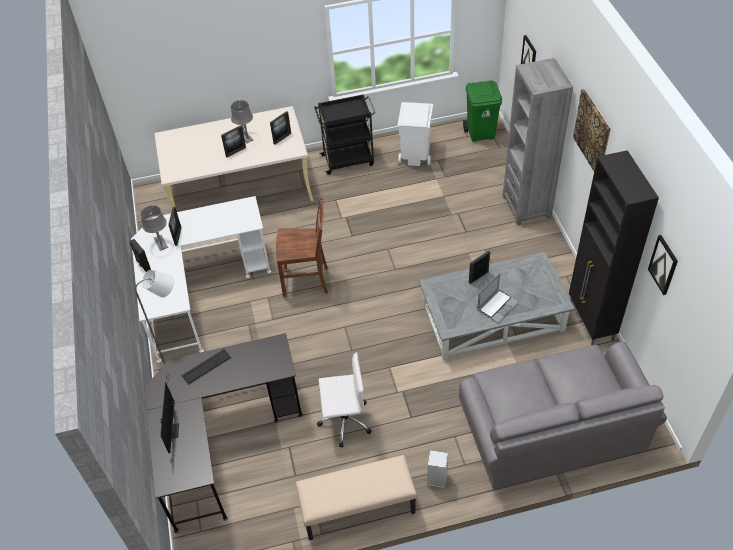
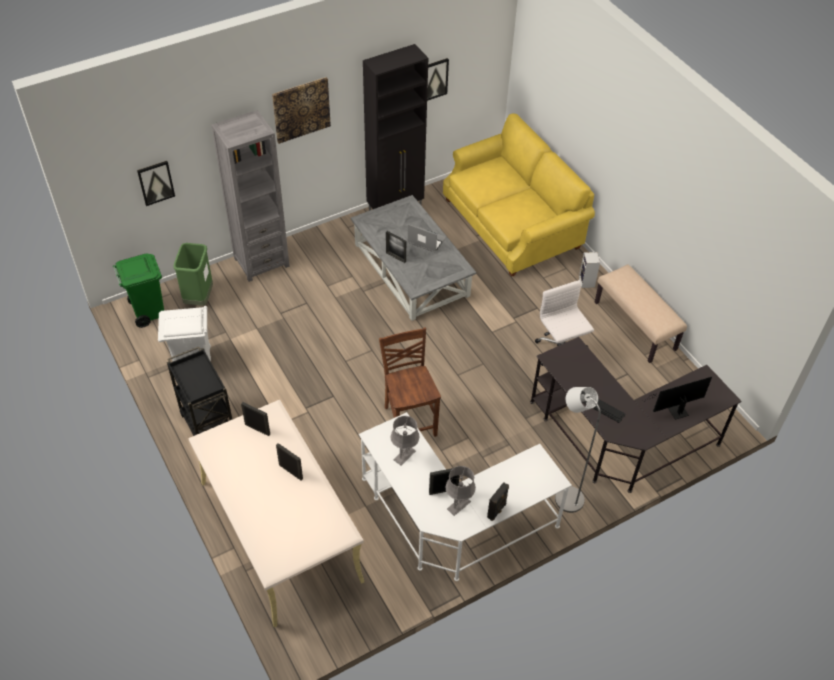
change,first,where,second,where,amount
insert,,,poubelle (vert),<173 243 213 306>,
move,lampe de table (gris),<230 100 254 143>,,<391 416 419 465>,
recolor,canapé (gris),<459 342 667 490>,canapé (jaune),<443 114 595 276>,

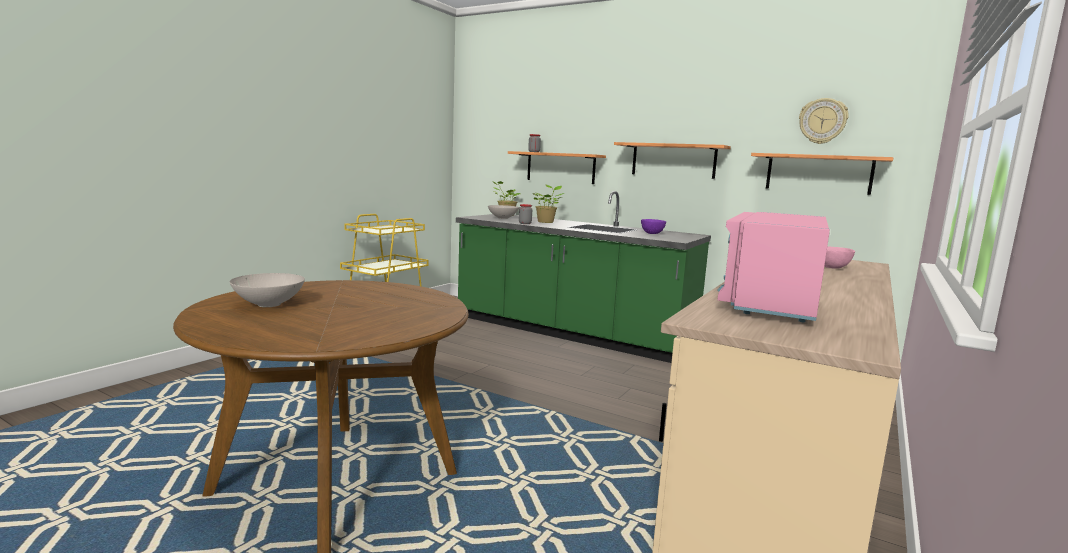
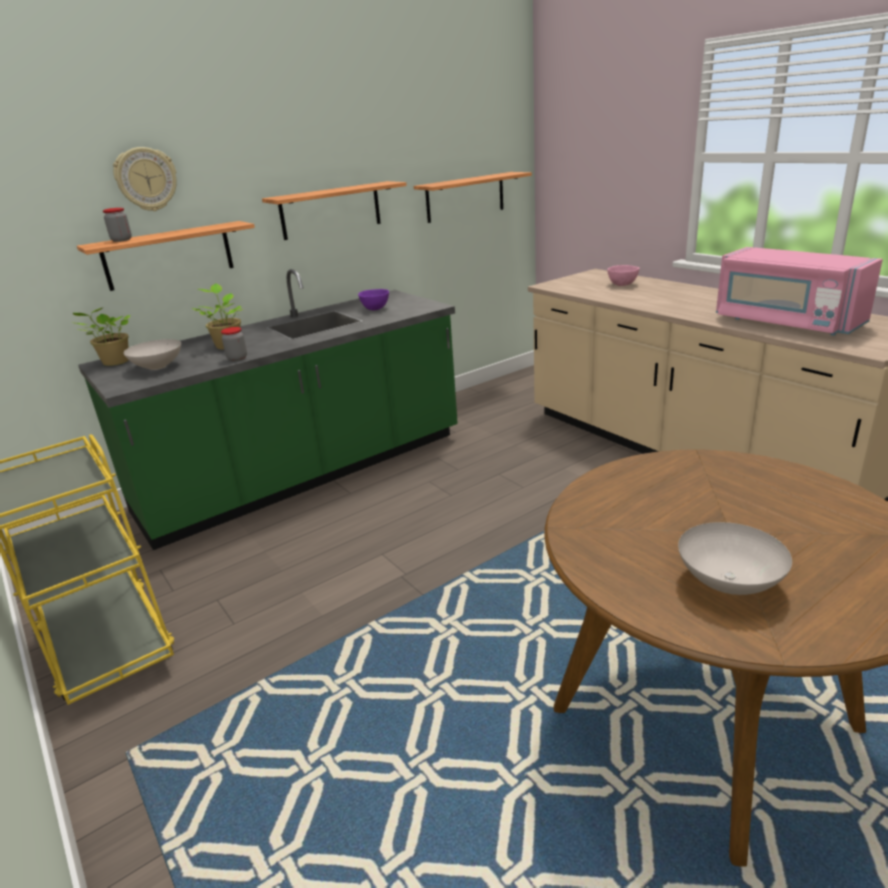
change,first,where,second,where,amount
move,horloge murale,<799 98 849 144>,,<113 147 177 211>,

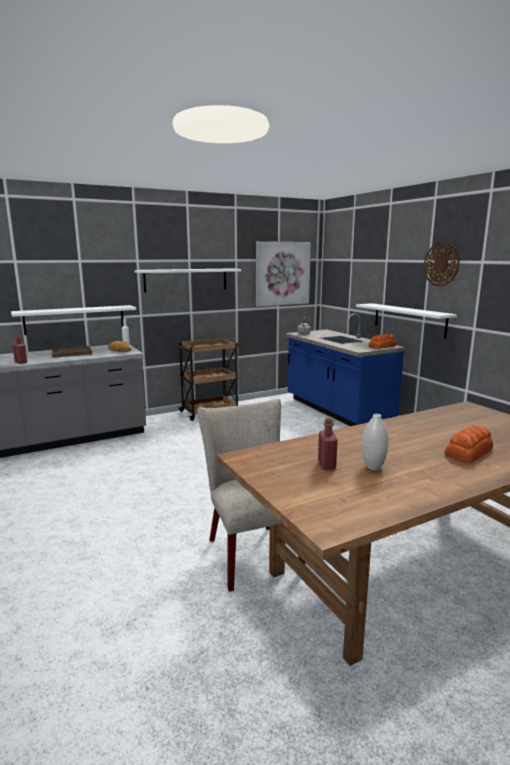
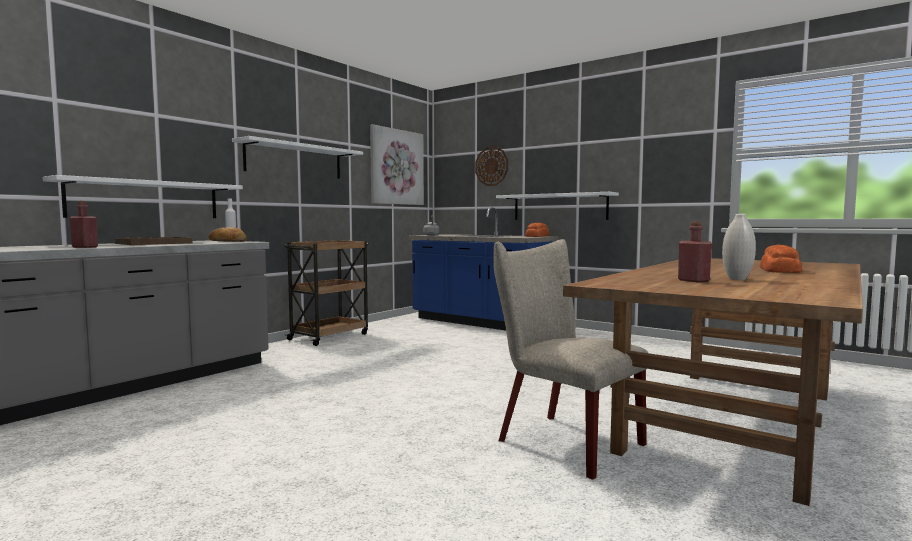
change,first,where,second,where,amount
move,horloge murale,<424 242 460 286>,,<475 146 508 186>,

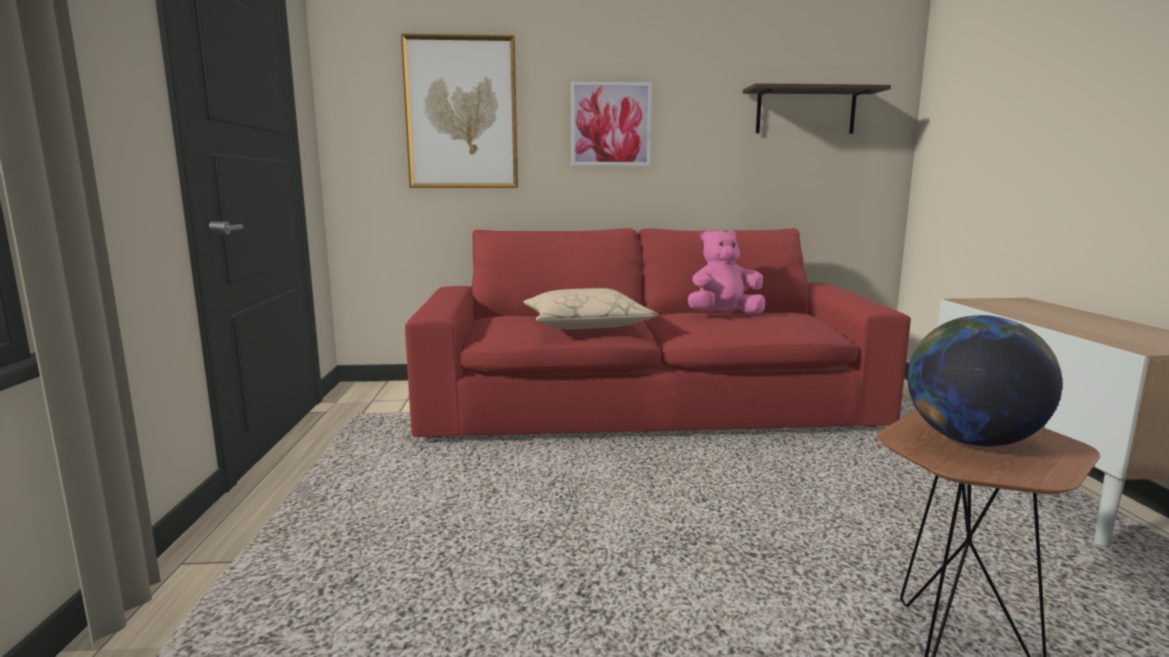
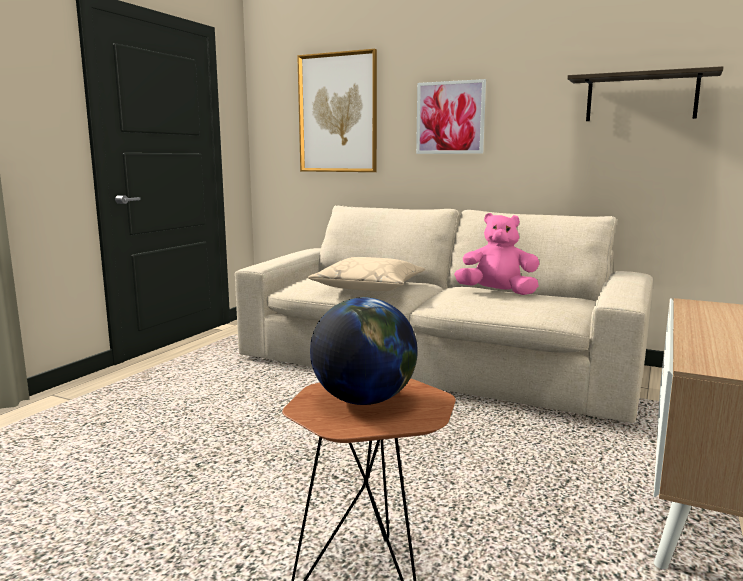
change,first,where,second,where,amount
recolor,canapé (rouge),<405 228 911 437>,canapé (beige),<235 205 653 423>,

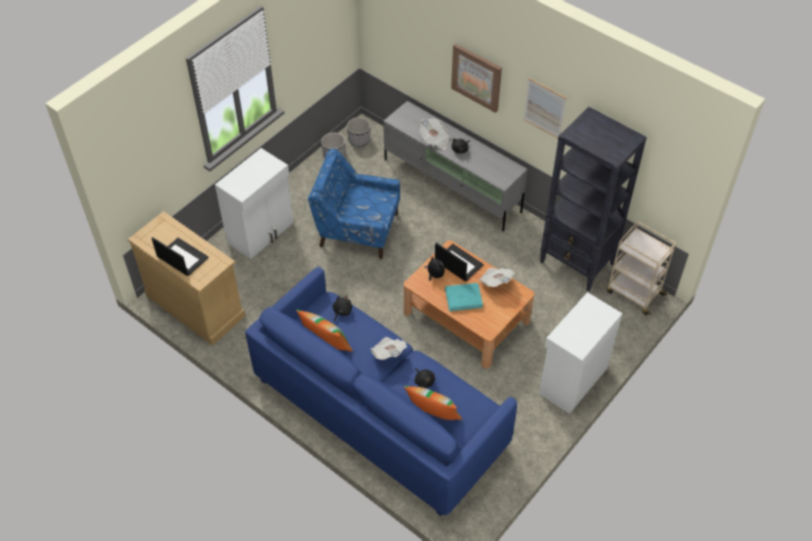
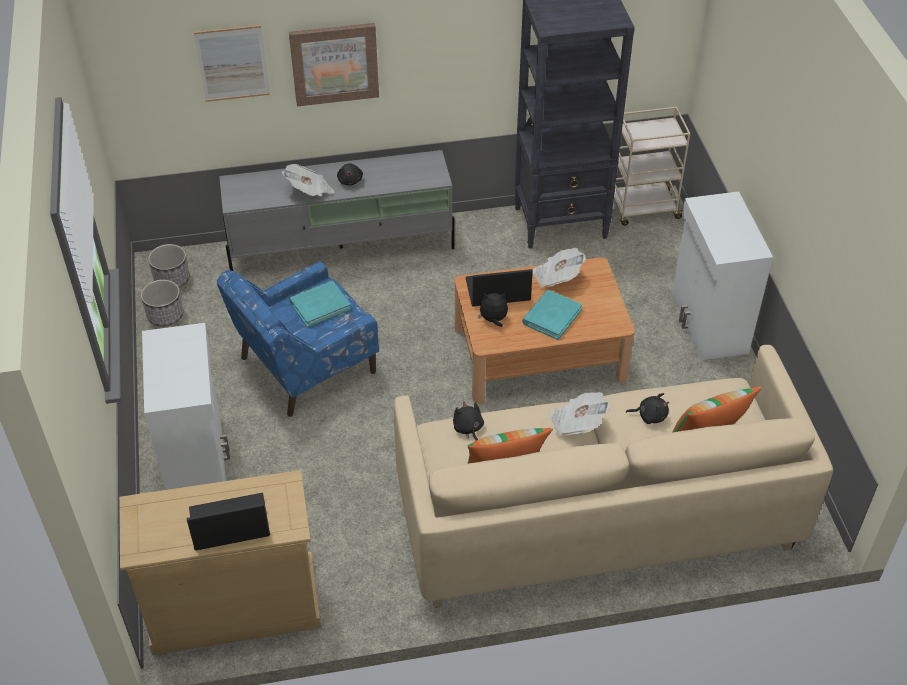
change,first,where,second,where,amount
move,tableau,<524 78 567 138>,,<194 25 270 102>,
insert,,,livre (turquoise),<289 281 351 328>,
recolor,canapé (bleu),<245 267 517 516>,canapé (beige),<394 345 833 608>,

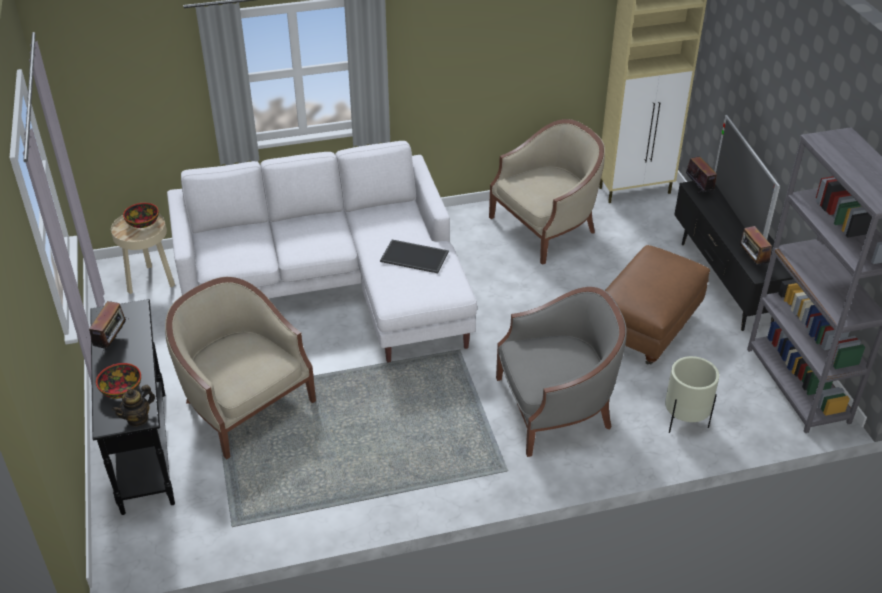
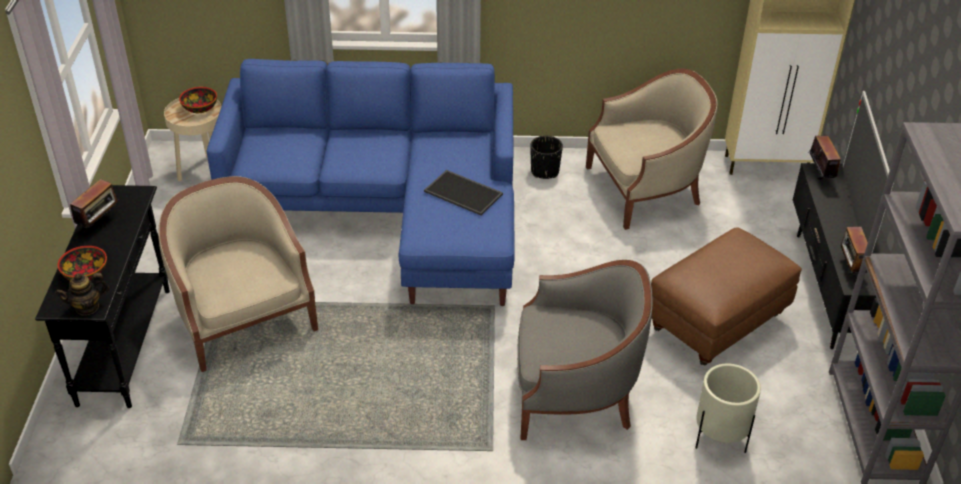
change,first,where,second,where,amount
recolor,canapé (blanc),<167 141 477 363>,canapé (bleu),<206 59 515 306>,
insert,,,cache-pot (noir),<530 136 563 179>,

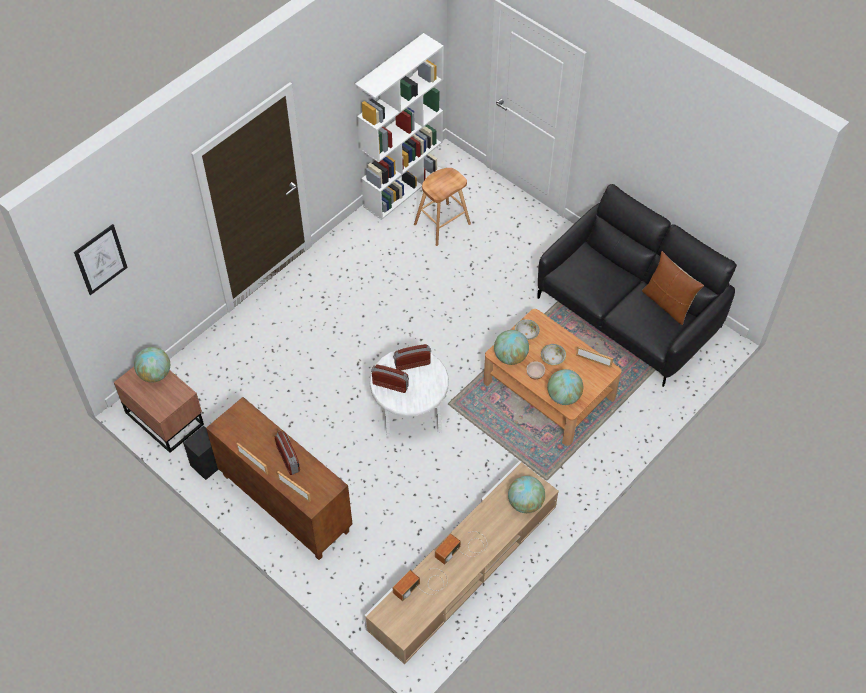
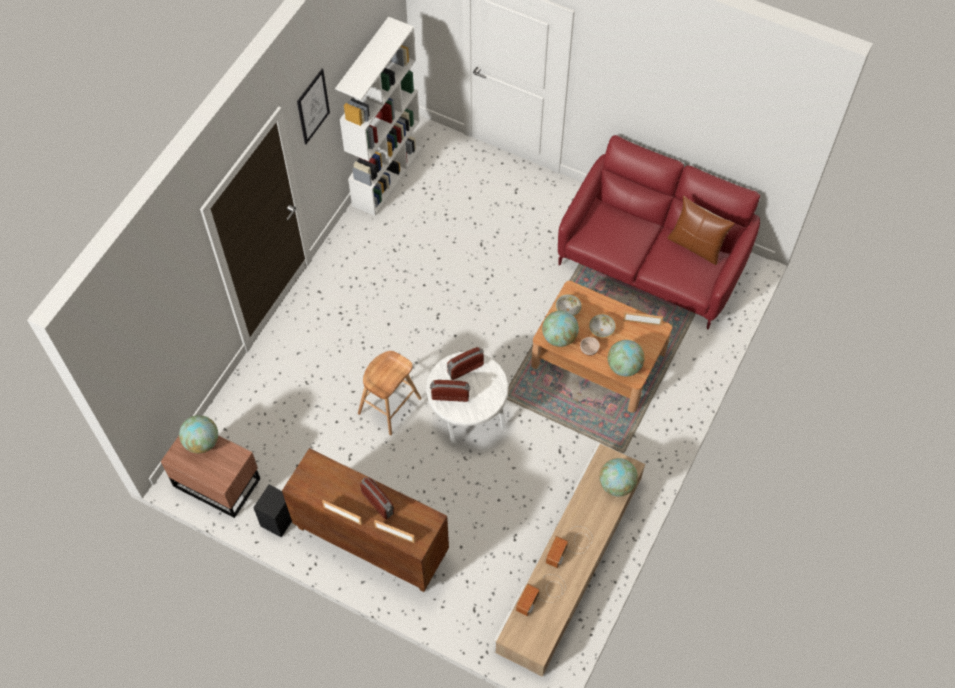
change,first,where,second,where,amount
move,tableau,<74 224 128 295>,,<297 69 330 144>,
move,tabouret (marron),<414 168 471 246>,,<358 351 422 435>,
recolor,canapé (noir),<537 184 737 387>,canapé (rouge),<558 135 760 330>,

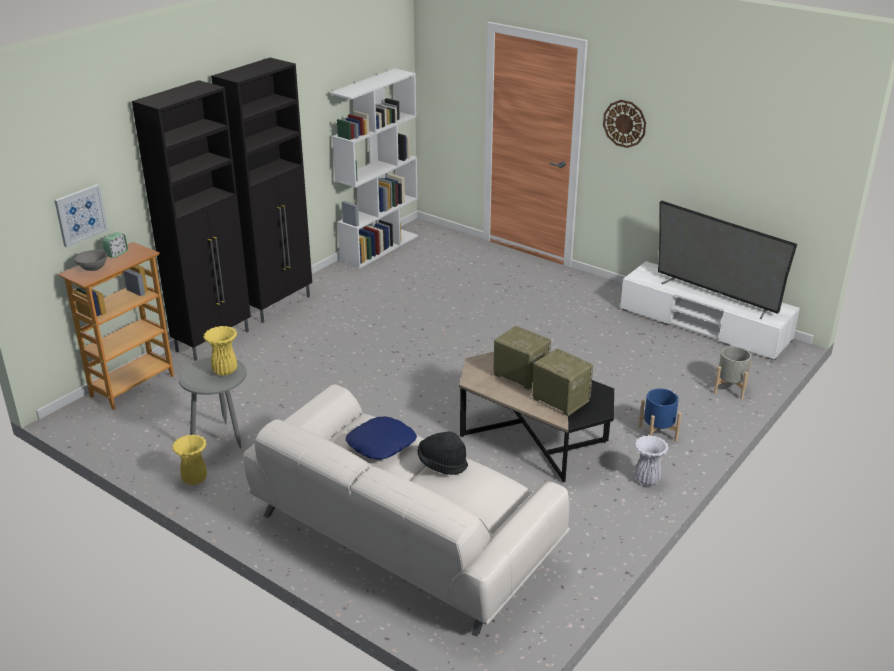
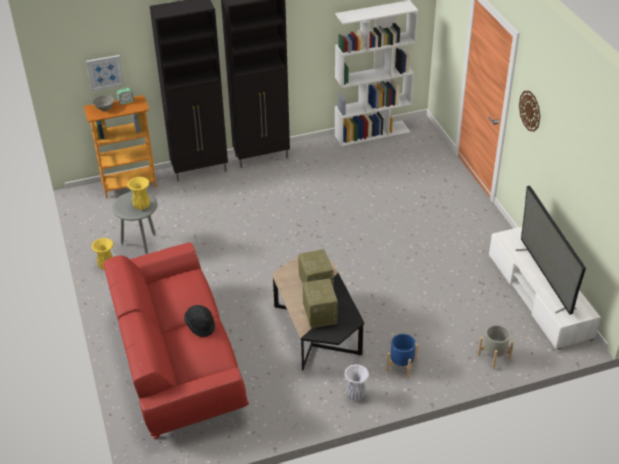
change,first,where,second,where,amount
recolor,canapé (blanc),<243 384 570 637>,canapé (rouge),<103 242 249 440>,
delete,coussin (bleu),<346 416 417 460>,,,

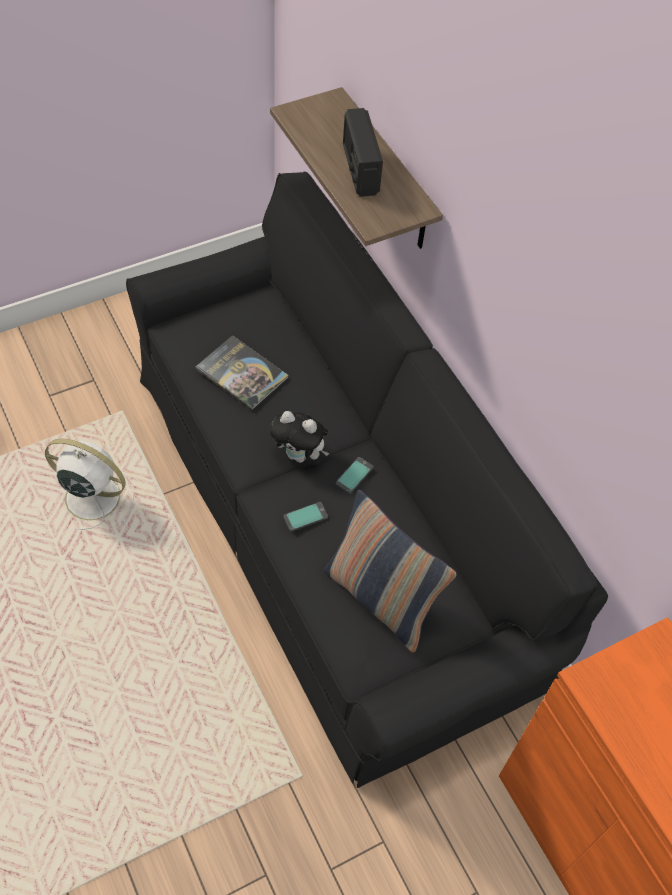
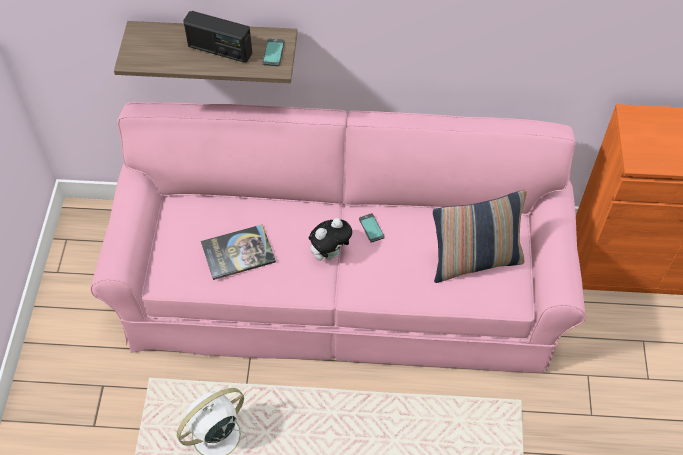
change,first,where,second,where,amount
recolor,canapé (noir),<126 172 608 788>,canapé (rose),<90 102 586 373>,
move,téléphone,<284 502 328 532>,,<263 38 284 66>,

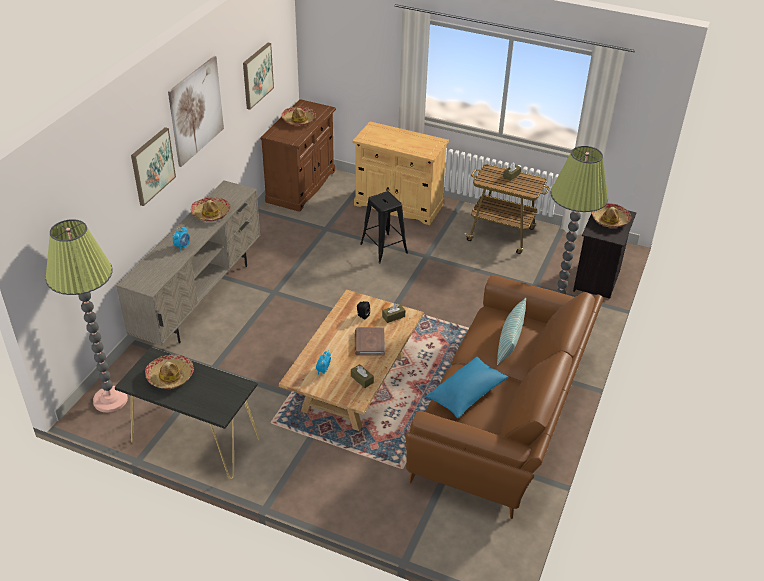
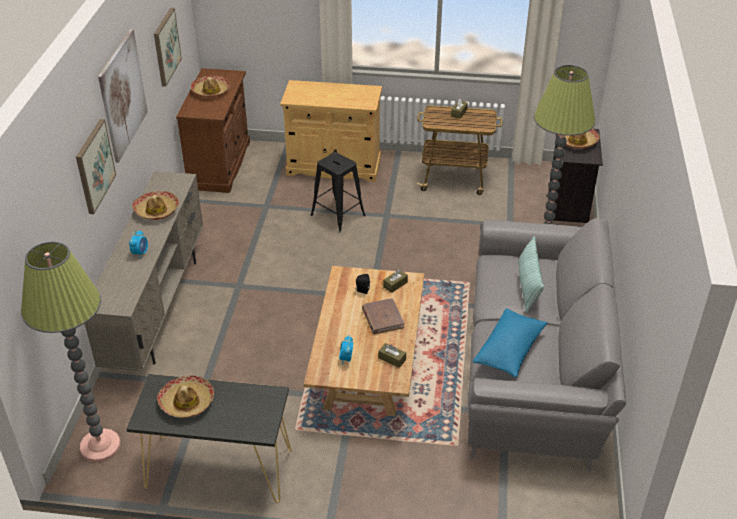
change,first,where,second,where,amount
recolor,canapé (marron),<406 275 603 519>,canapé (gris),<468 218 626 471>,

